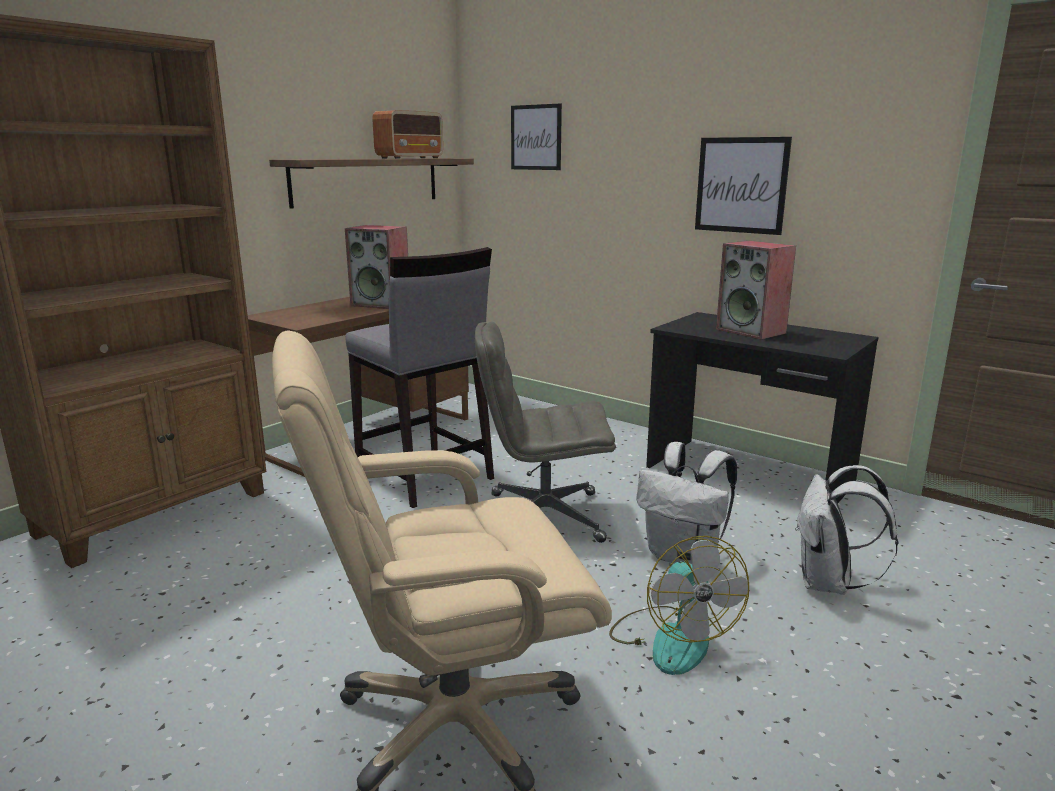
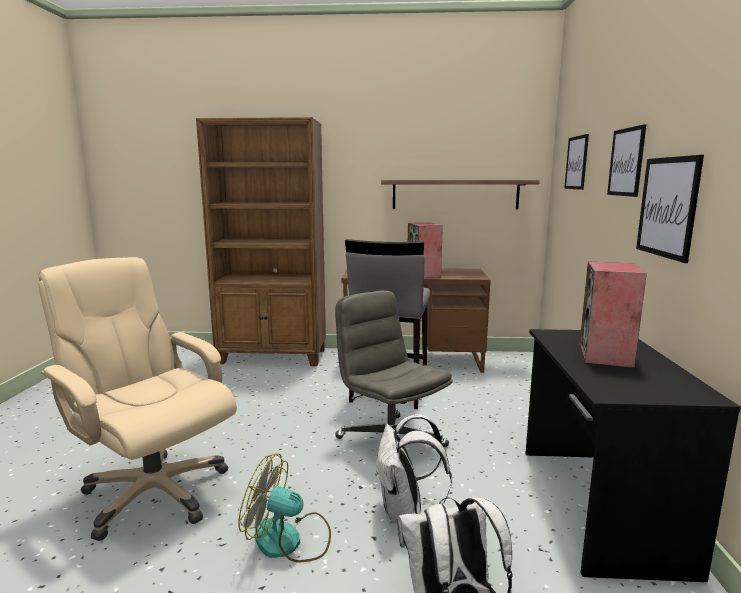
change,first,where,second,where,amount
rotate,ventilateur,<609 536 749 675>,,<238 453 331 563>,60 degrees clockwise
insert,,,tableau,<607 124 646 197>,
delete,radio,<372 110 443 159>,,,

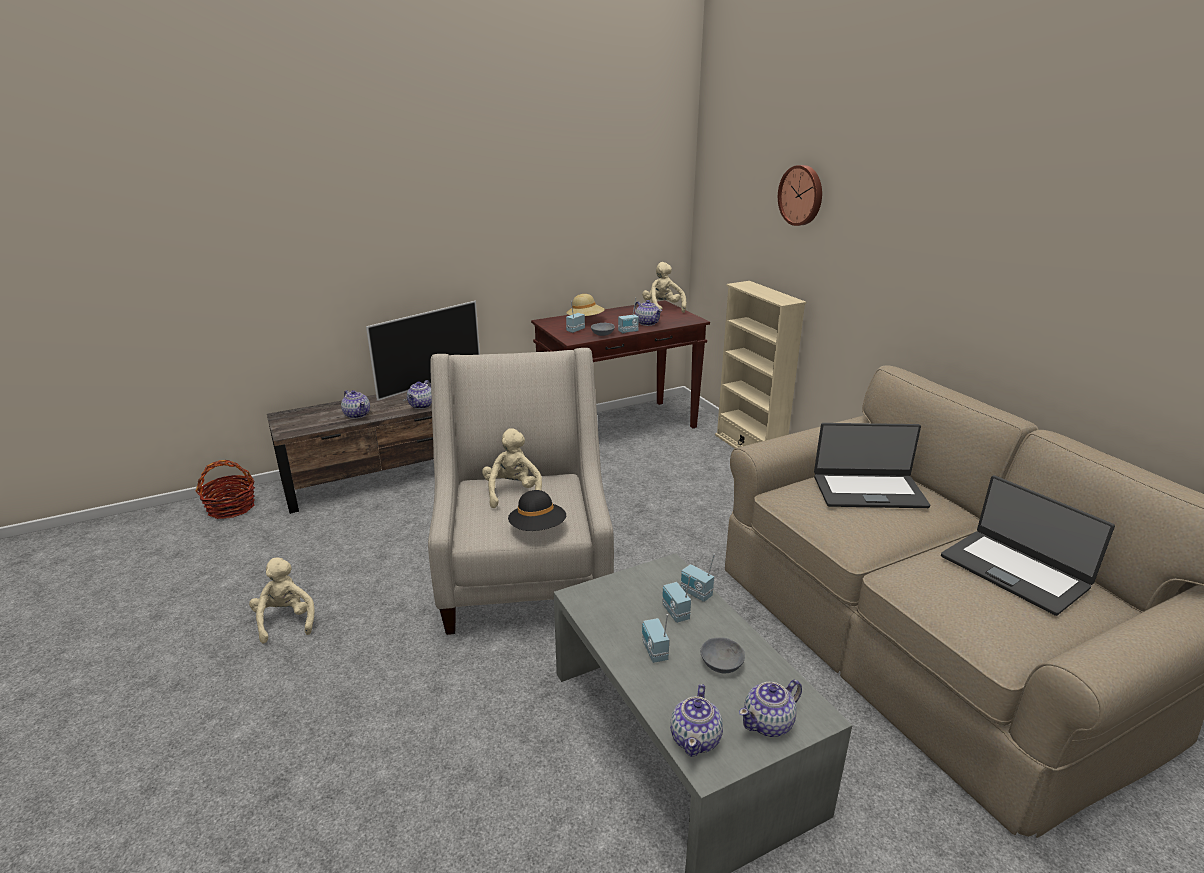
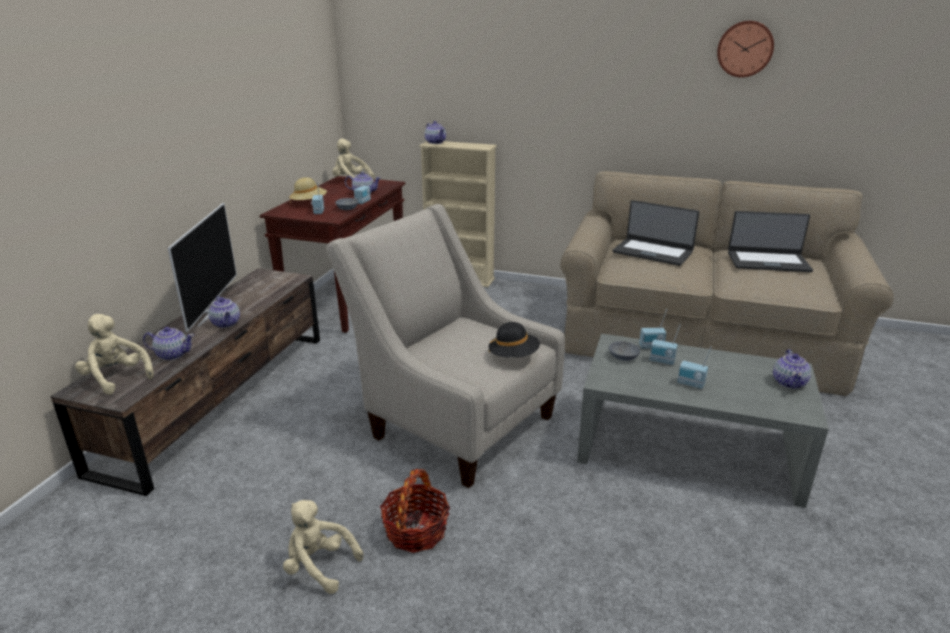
change,first,where,second,where,amount
move,peluche (beige),<482 428 542 508>,,<75 314 154 395>,
move,panier,<196 460 255 519>,,<380 469 450 553>,
move,théière,<670 684 723 757>,,<425 121 446 144>,
move,bol (gris),<700 637 745 673>,,<609 341 640 361>,
rotate,ordinateur portable,<814 423 930 508>,,<612 200 699 266>,75 degrees clockwise
move,horloge murale,<778 165 822 226>,,<717 21 774 77>,

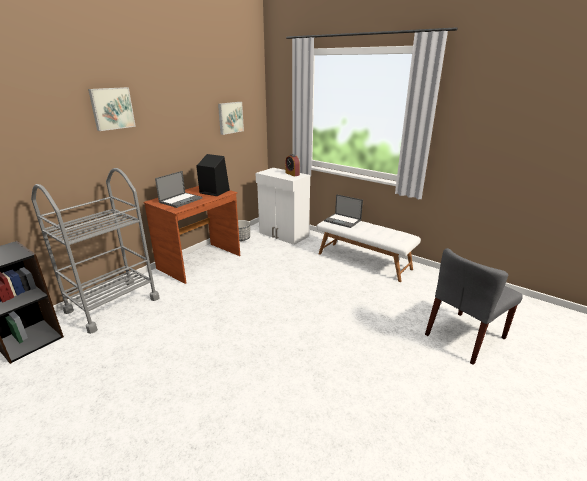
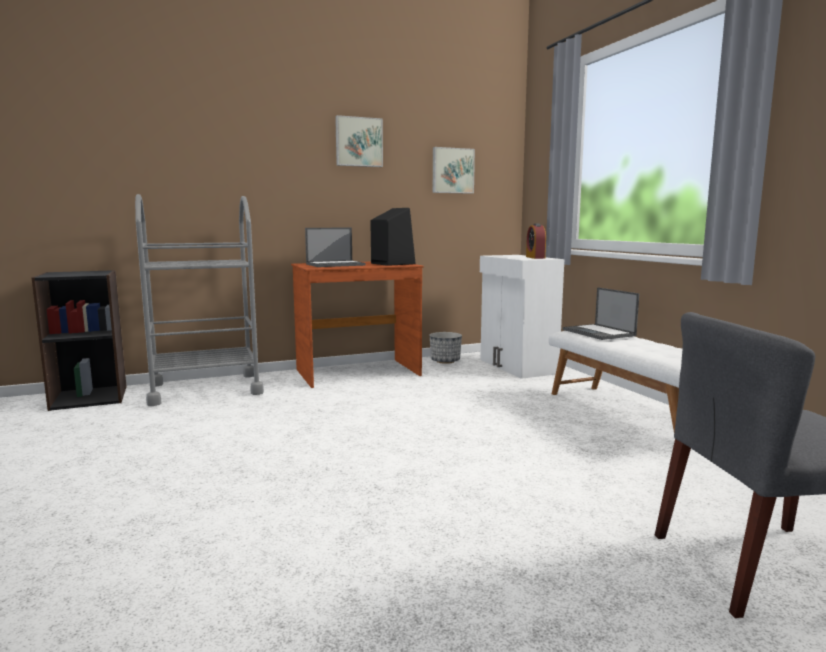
change,first,where,second,where,amount
move,tableau,<88 87 136 131>,,<335 115 383 167>,

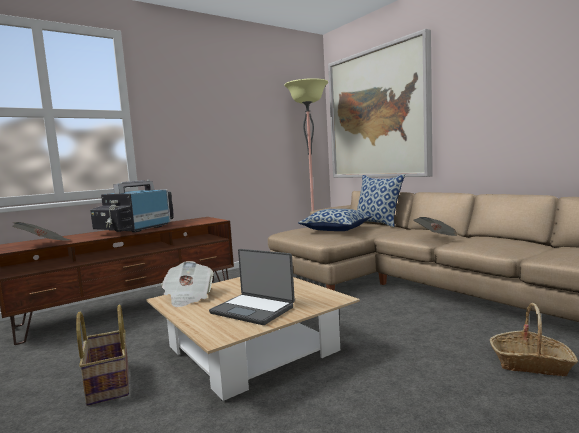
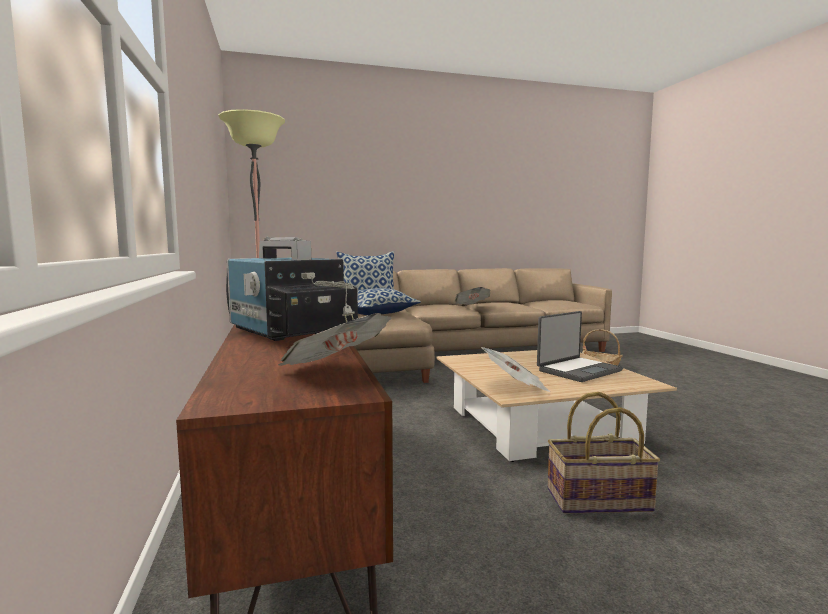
change,first,where,second,where,amount
delete,tableau,<328 29 433 178>,,,

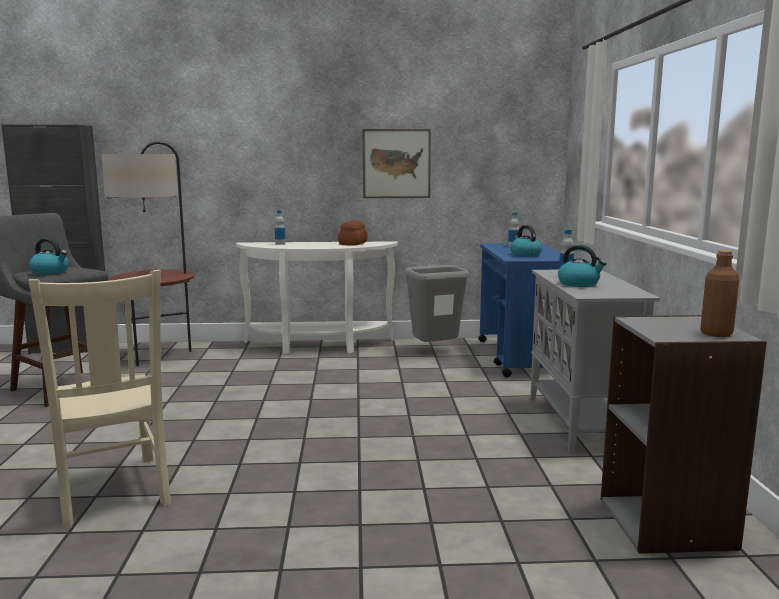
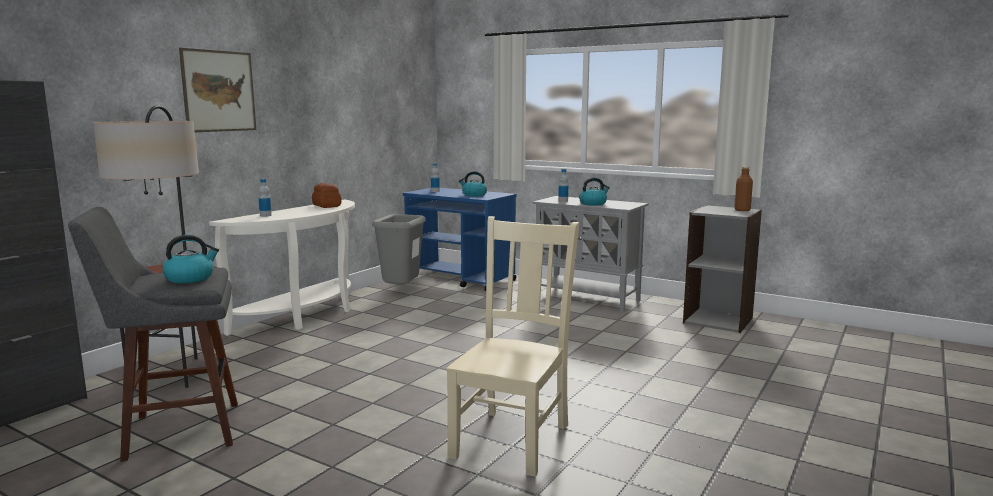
change,first,where,second,where,amount
move,tableau,<363 129 431 198>,,<179 48 256 132>,
rotate,chaise (beige),<29 270 171 529>,,<446 216 580 477>,75 degrees counterclockwise

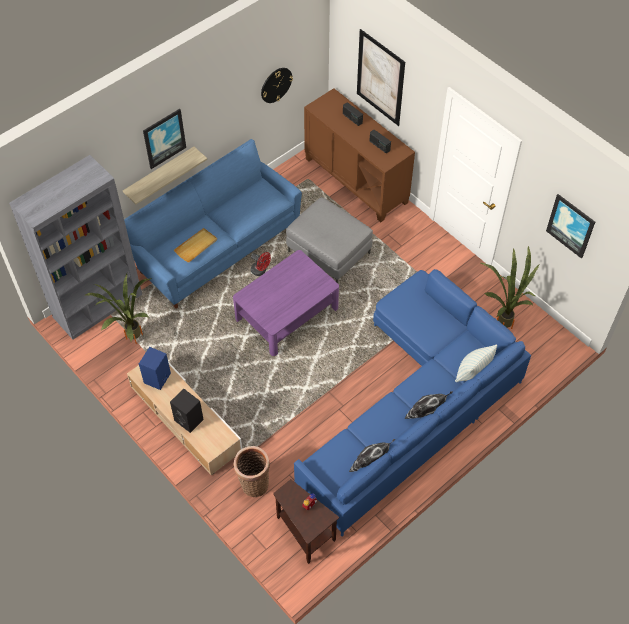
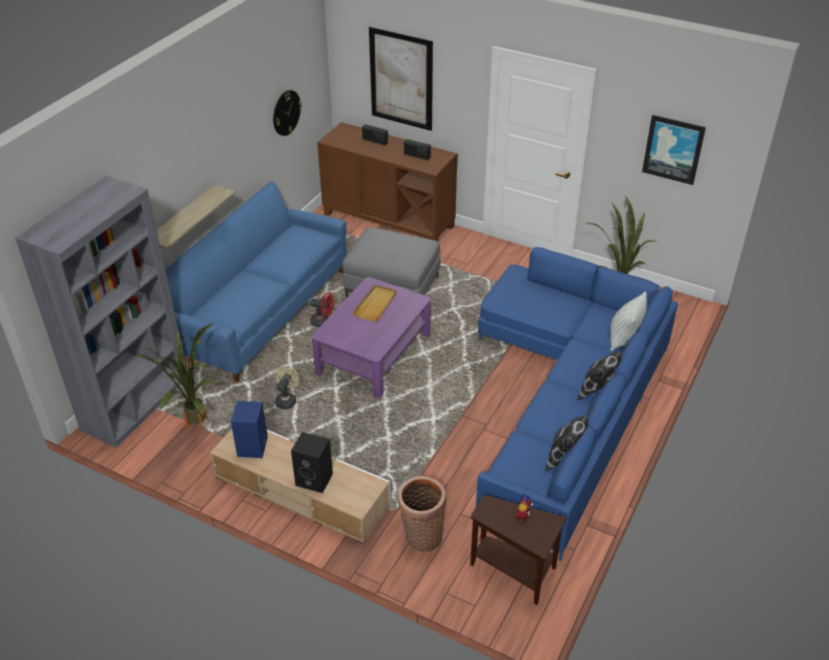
change,first,where,second,where,amount
insert,,,ventilateur (beige),<275 366 300 409>,
move,plateau (beige),<174 228 217 263>,,<353 285 396 321>,
delete,tableau,<143 109 186 169>,,,

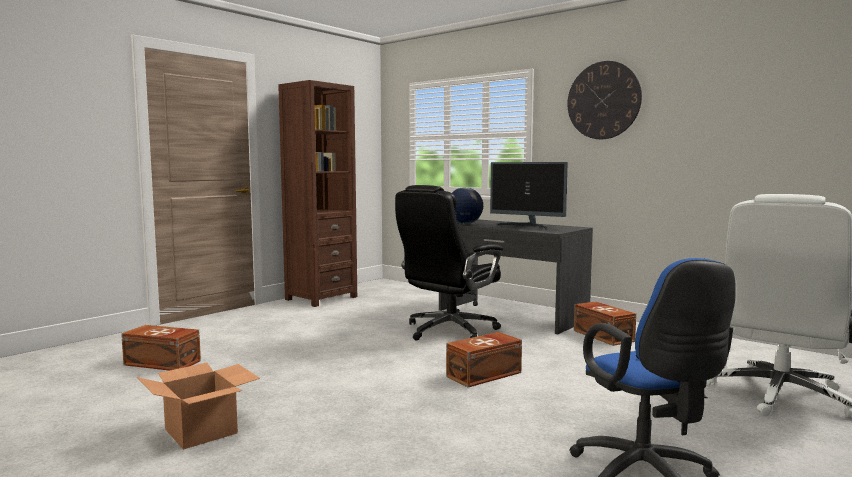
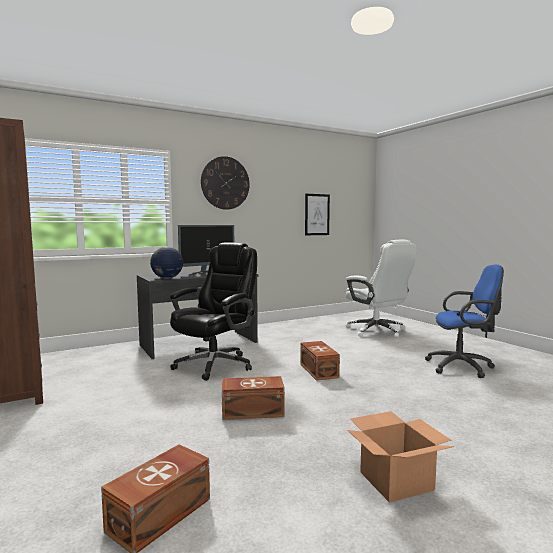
change,first,where,second,where,amount
rotate,chaise de bureau (noir),<395 185 503 341>,,<170 242 257 381>,120 degrees counterclockwise
move,boîte de rangement (marron),<574 301 636 346>,,<222 376 285 420>,
insert,,,tableau,<305 194 330 235>,

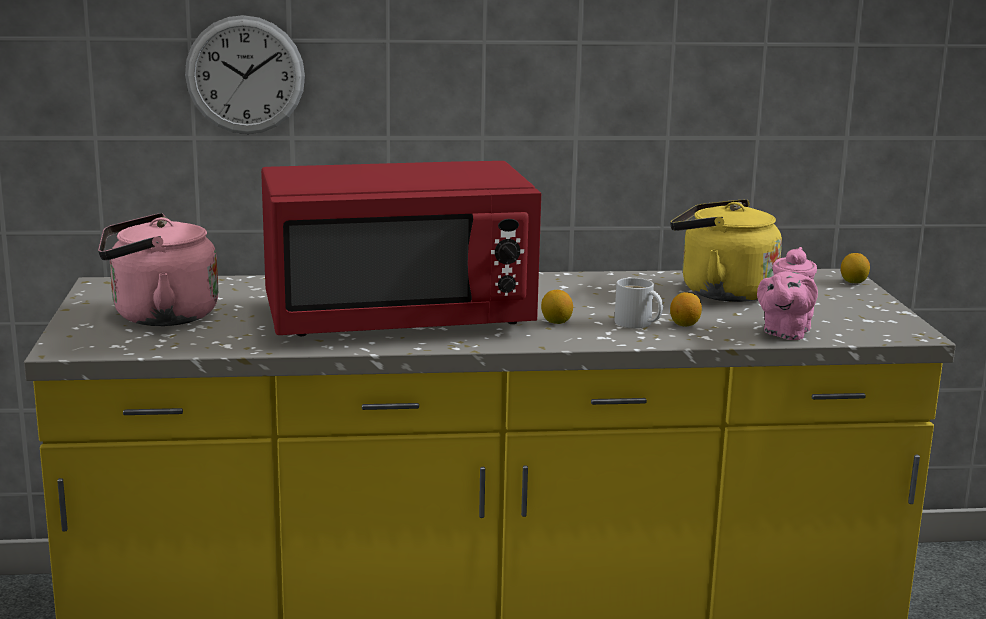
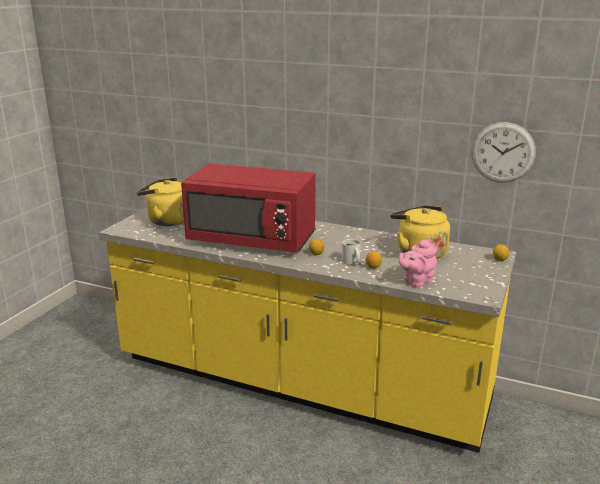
change,first,where,second,where,amount
recolor,bouilloire (rose),<98 213 219 326>,bouilloire (jaune),<137 177 184 226>,
move,horloge murale,<185 15 305 134>,,<471 122 536 183>,

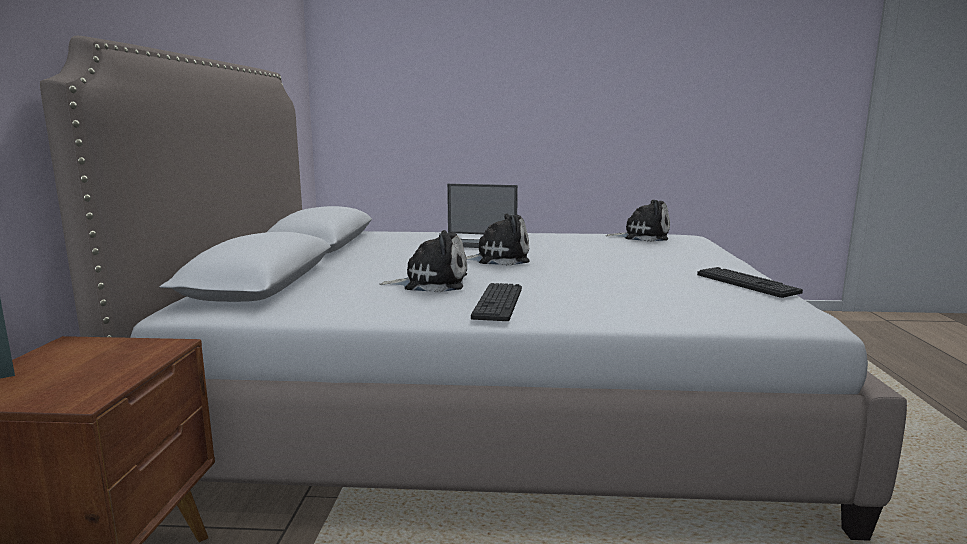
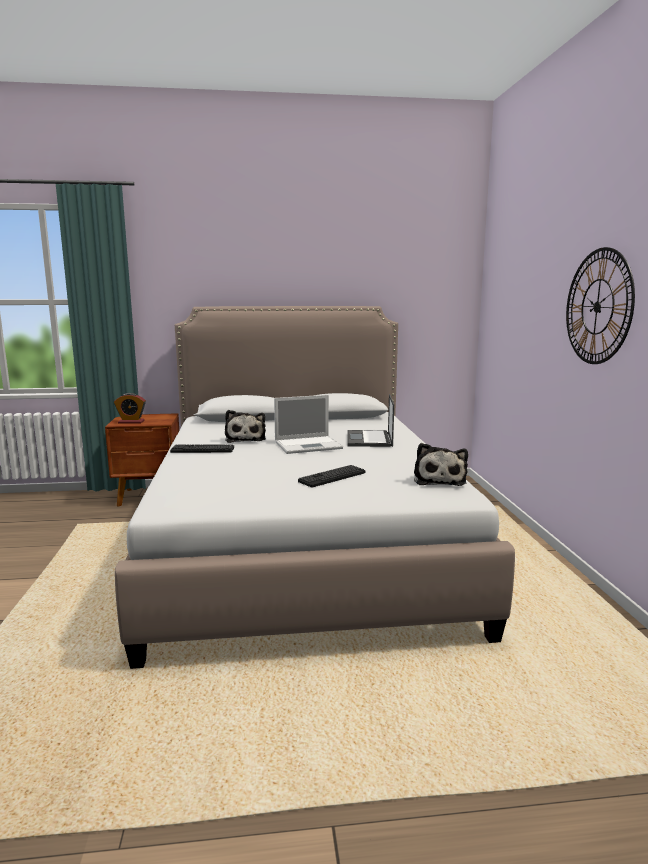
change,first,where,second,where,amount
insert,,,réveil,<114 393 146 424>,
replace,peluche,<466 214 529 266>,ordinateur portable,<274 395 343 454>,
move,clavier,<697 267 803 298>,,<298 465 365 487>,
insert,,,horloge murale,<566 247 635 364>,

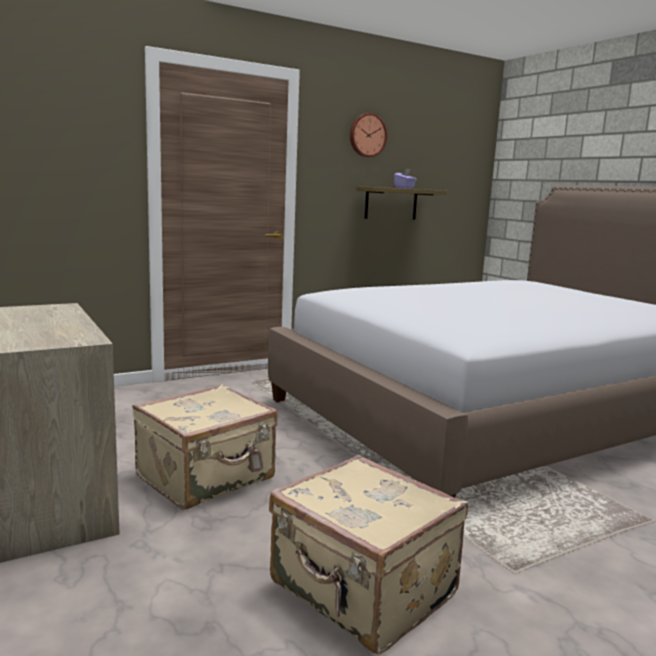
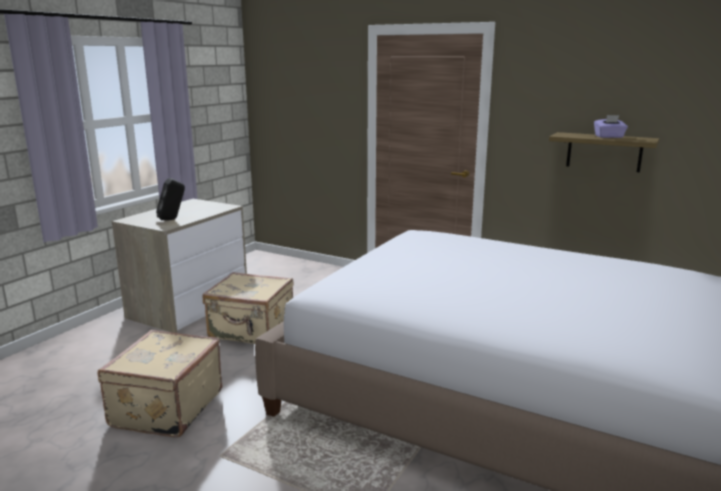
change,first,where,second,where,amount
insert,,,enceinte (noir),<156 178 185 220>,
delete,horloge murale,<350 113 387 157>,,,

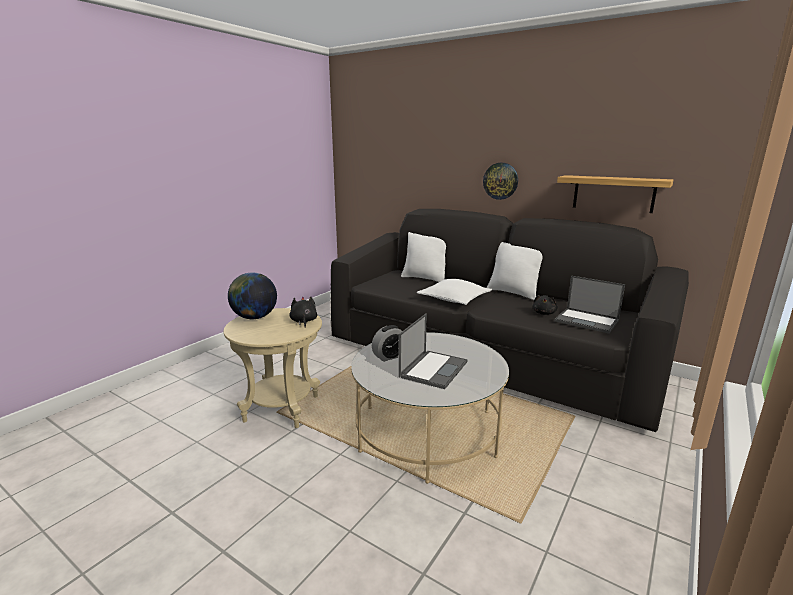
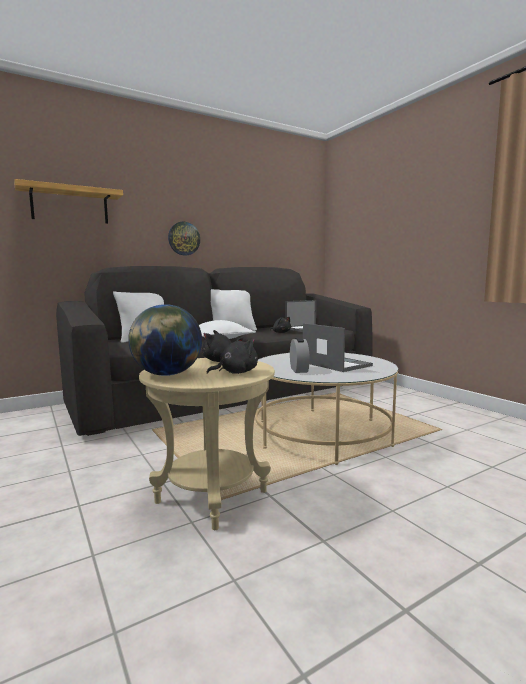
change,first,where,second,where,amount
move,étagère,<557 175 674 213>,,<15 179 123 224>,
insert,,,peluche (noir),<207 337 258 374>,

